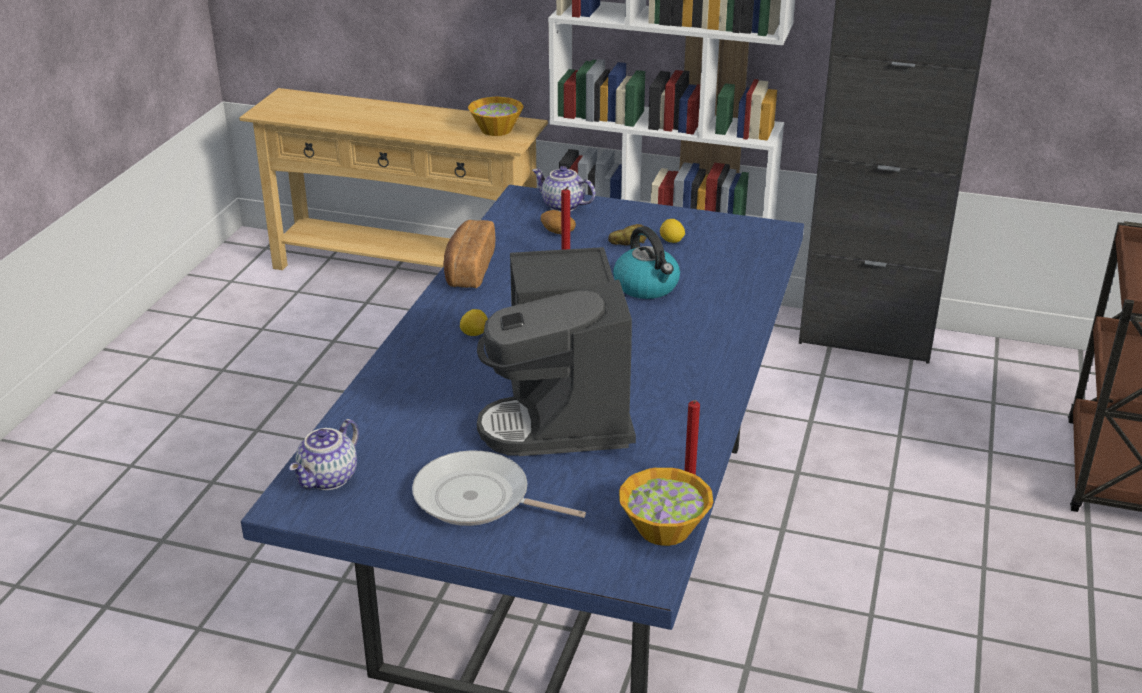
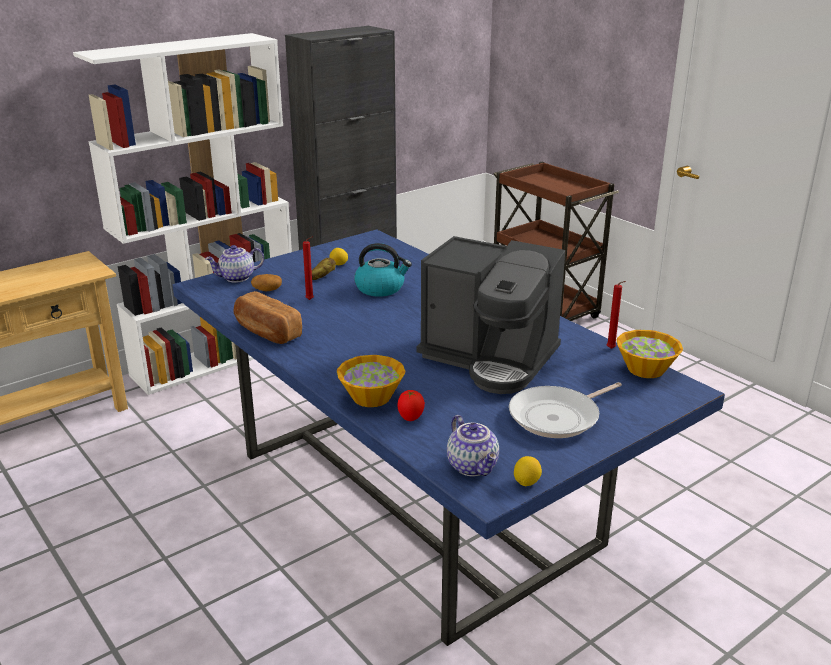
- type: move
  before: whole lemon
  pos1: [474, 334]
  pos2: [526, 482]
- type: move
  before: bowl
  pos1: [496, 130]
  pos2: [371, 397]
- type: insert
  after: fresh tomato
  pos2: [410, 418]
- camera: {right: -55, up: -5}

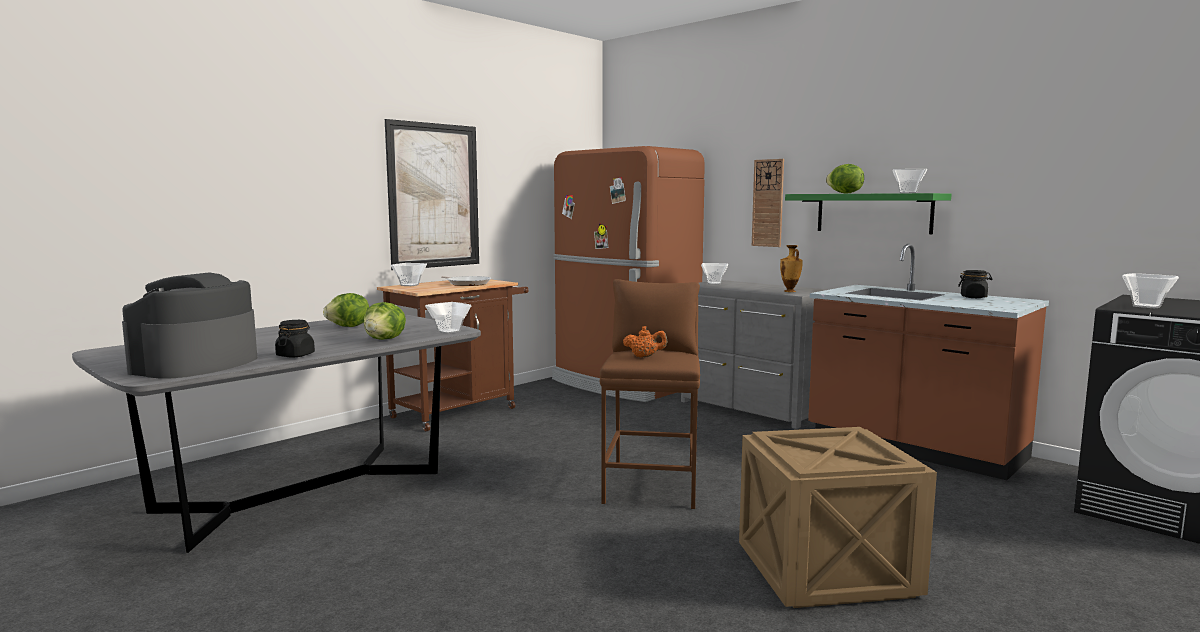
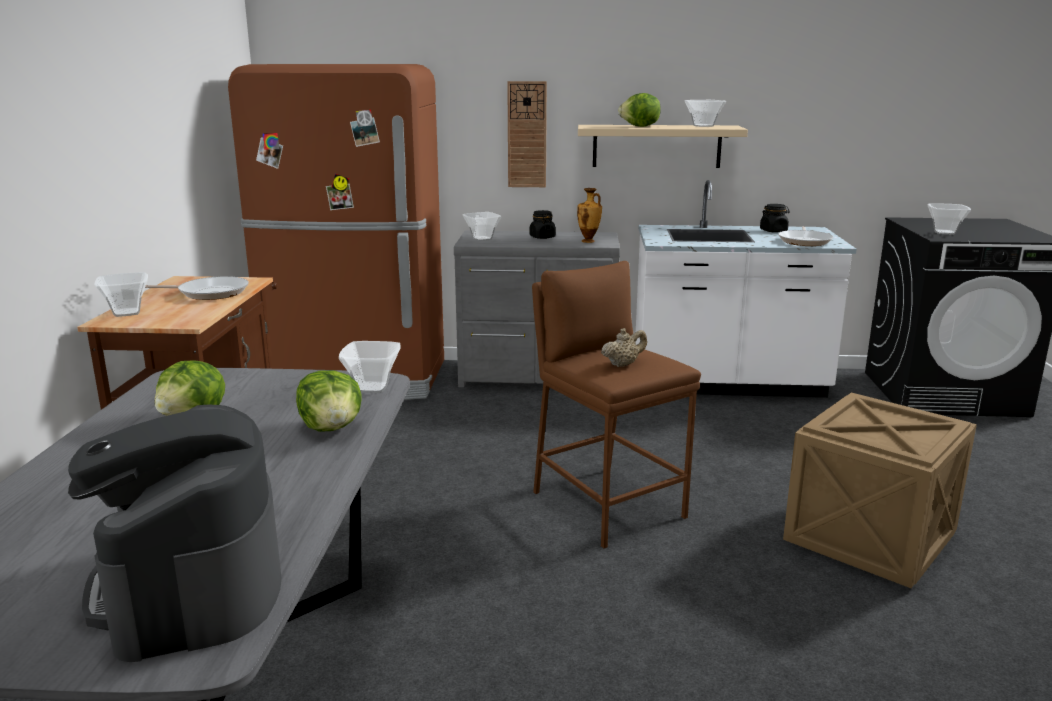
- type: move
  before: black jar
  pos1: [295, 355]
  pos2: [542, 237]
- type: delete
  before: wall picture
  pos1: [434, 196]
- type: recolor
  before: orange teapot
  after: beige-coloured teapot
  pos1: [644, 357]
  pos2: [623, 364]
- type: recolor
  before: green-coloured shelf
  after: beige-coloured shelf
  pos1: [873, 213]
  pos2: [656, 146]
- type: recolor
  before: brownish kitchen counter
  after: whitish kitchen counter
  pos1: [914, 448]
  pos2: [727, 384]
- type: insert
  after: skillet
  pos2: [805, 241]
- camera: {right: -40, up: 10}

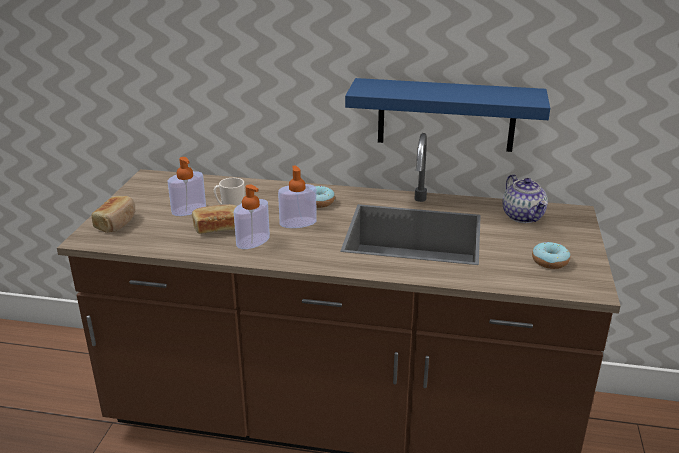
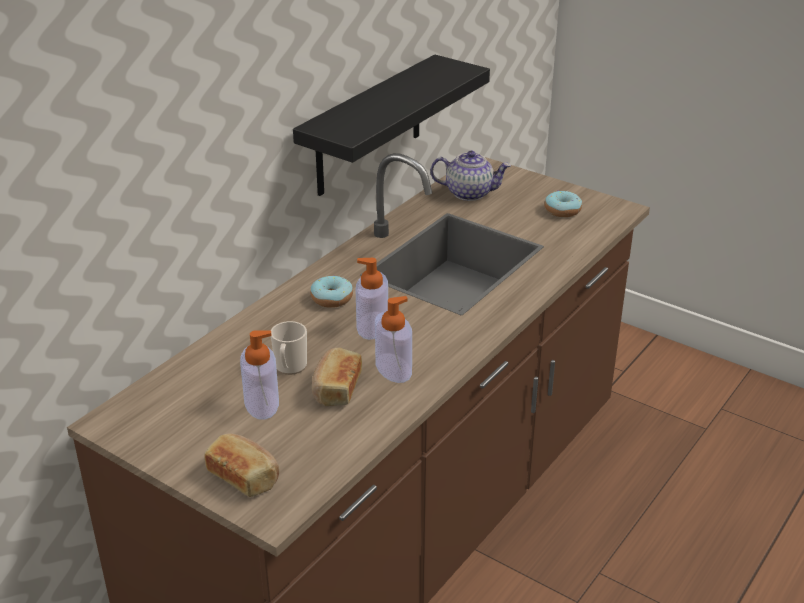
- type: recolor
  before: blue-coloured shelf
  after: black shelf
  pos1: [446, 115]
  pos2: [369, 126]
- camera: {right: -65, up: 5}

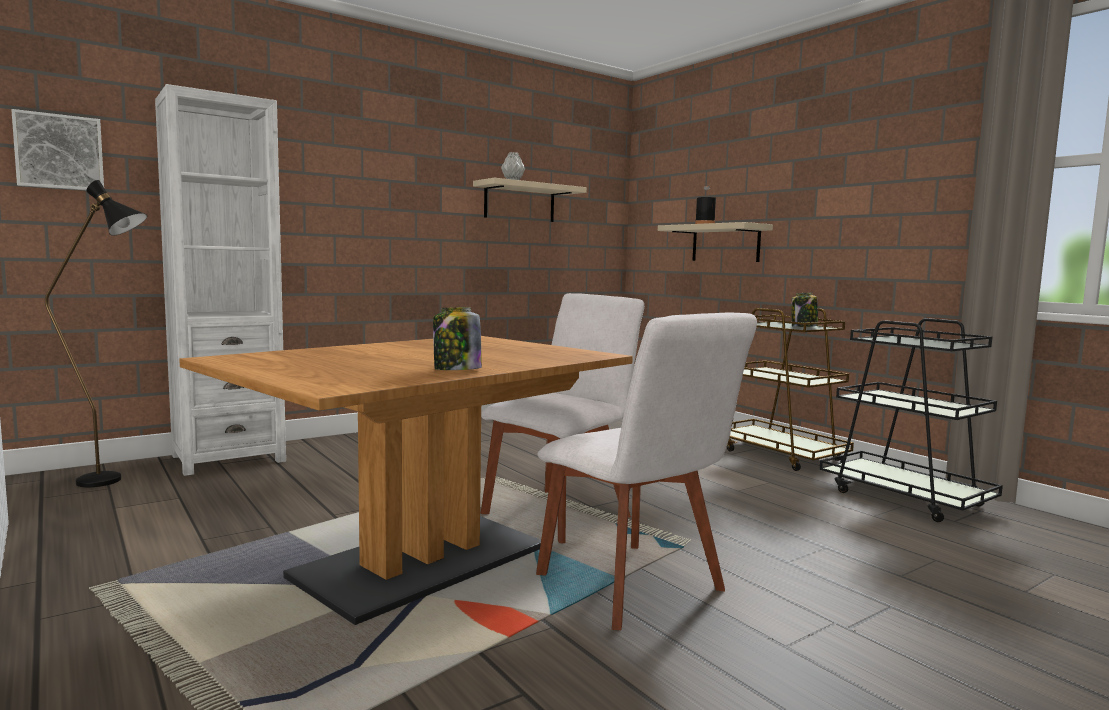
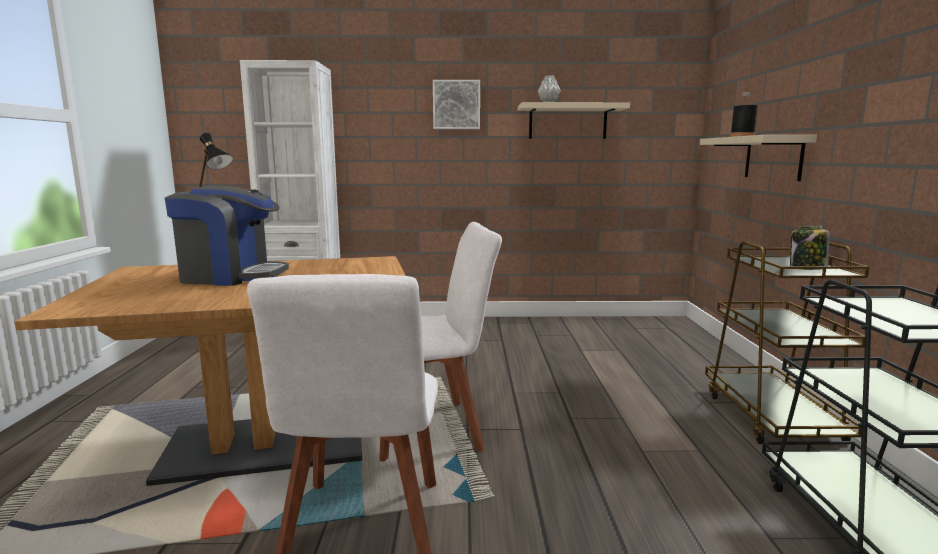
- type: move
  before: wall picture
  pos1: [59, 152]
  pos2: [456, 105]
- type: delete
  before: jar
  pos1: [456, 370]
- type: insert
  after: coffee maker
  pos2: [231, 276]
- camera: {right: 35, up: 5}

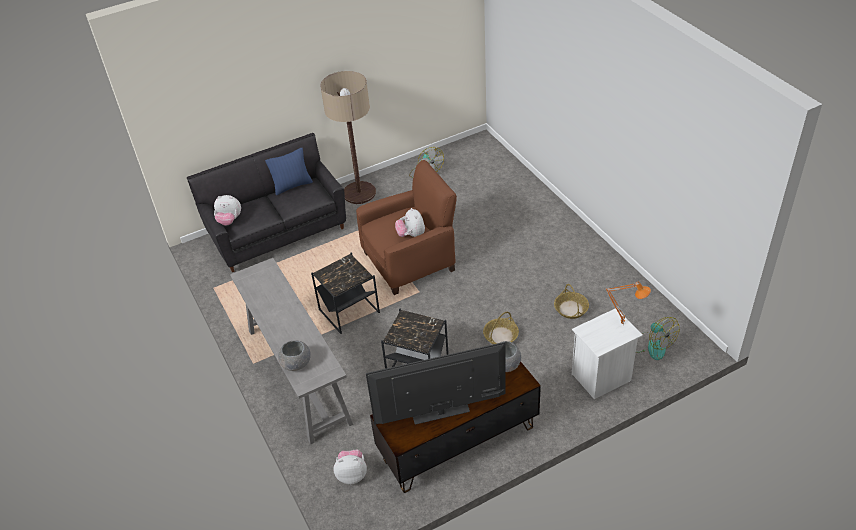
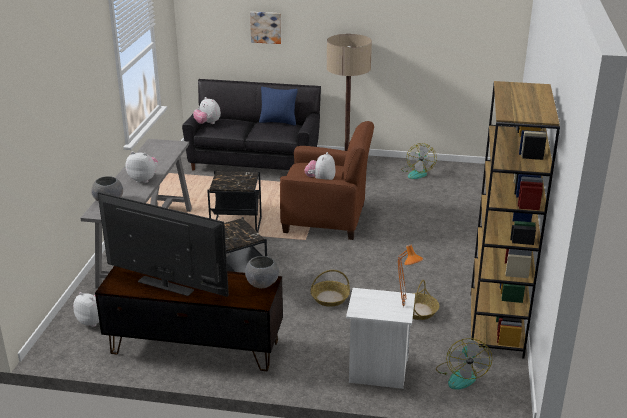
- type: insert
  after: soft toy
  pos2: [144, 179]
- type: insert
  after: wall picture
  pos2: [266, 27]
- type: insert
  after: brownish shelving unit
  pos2: [496, 325]
- camera: {right: 35, up: -15}

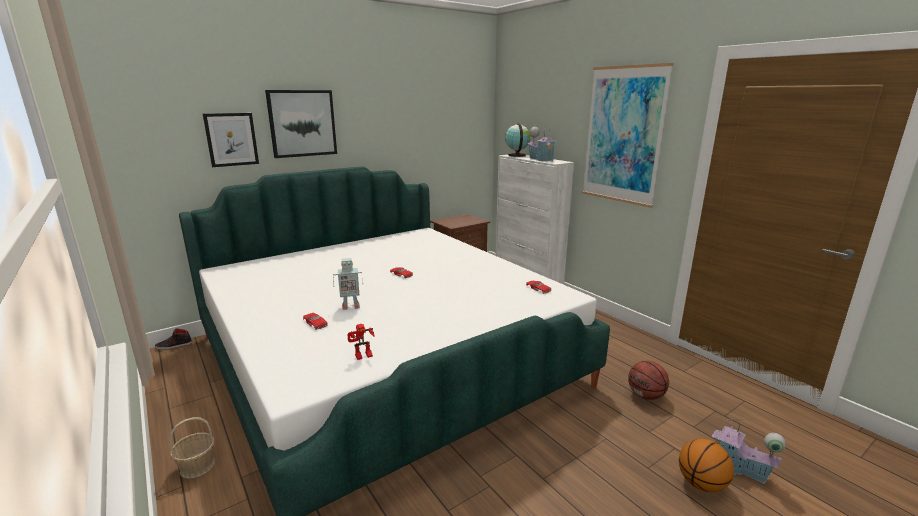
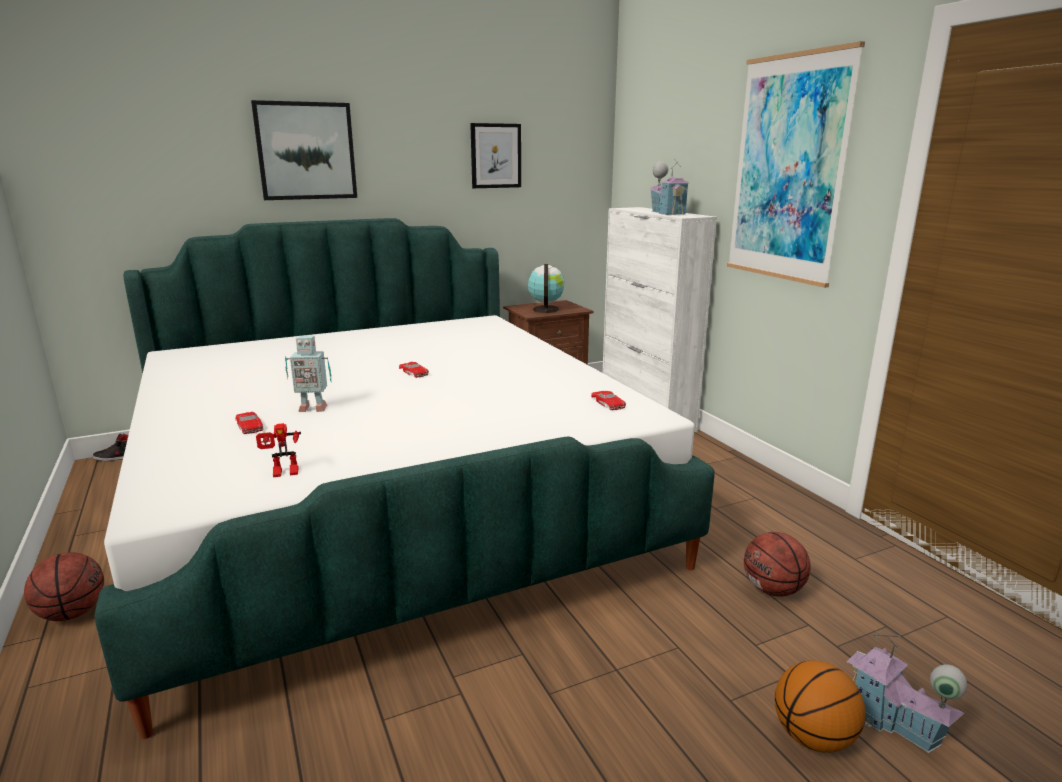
- type: replace
  before: household basket
  after: basketball ball
  pos1: [197, 466]
  pos2: [72, 613]
- type: move
  before: wall picture
  pos1: [231, 139]
  pos2: [496, 156]
- type: move
  before: desk globe
  pos1: [516, 155]
  pos2: [545, 309]
- camera: {right: 10, up: 0}

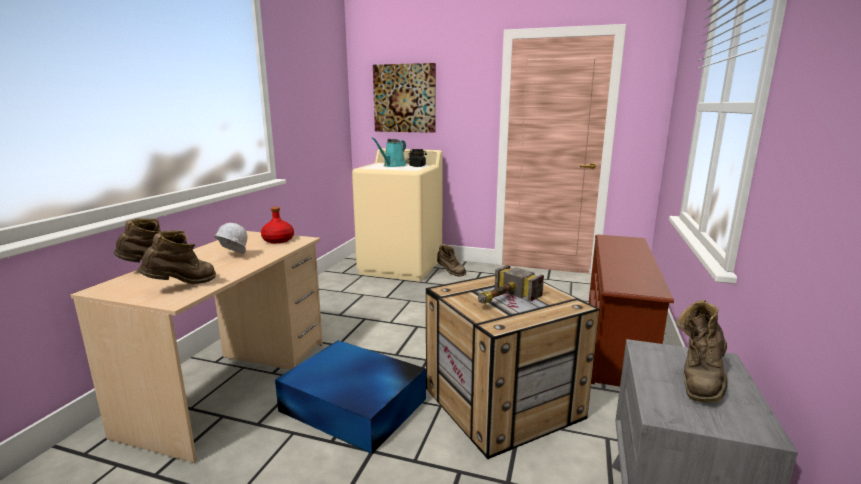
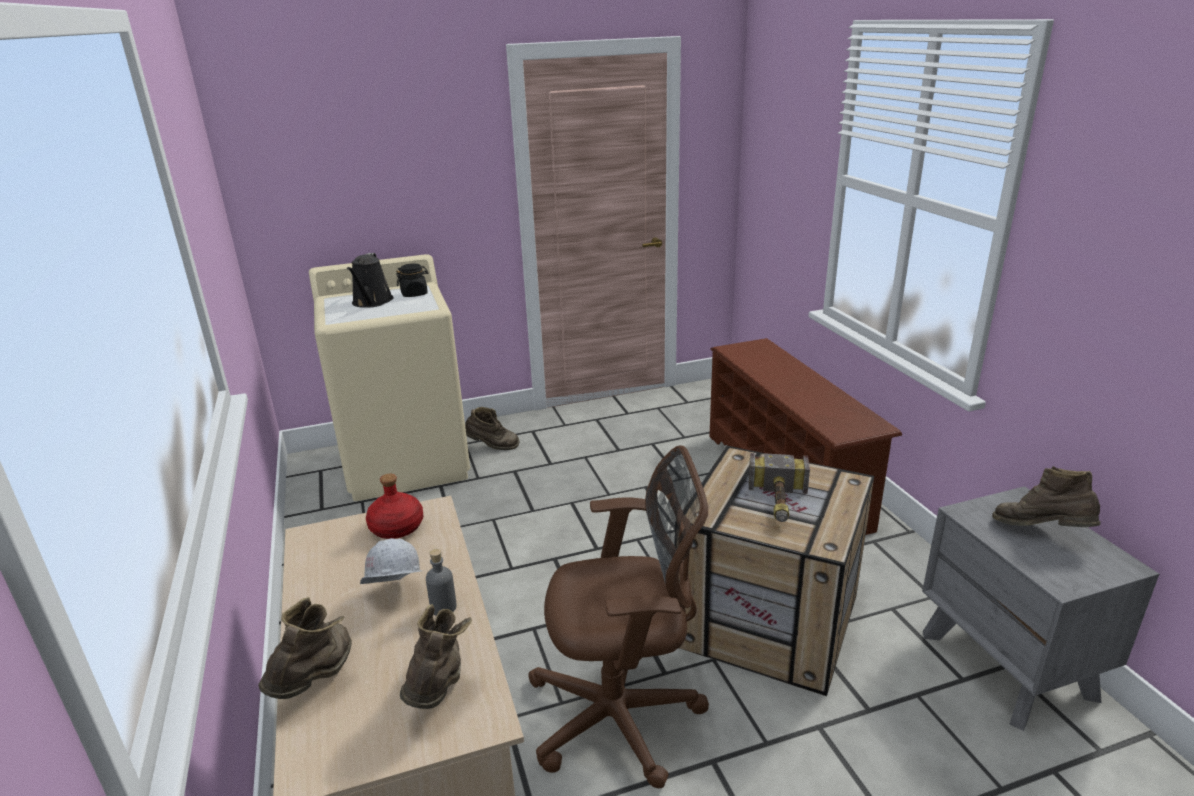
- type: replace
  before: blue-coloured storage bin
  after: brownish office chair
  pos1: [354, 406]
  pos2: [622, 717]
- type: recolor
  before: blue-green watering pot
  after: black watering pot
  pos1: [393, 166]
  pos2: [371, 302]
- type: delete
  before: wall picture
  pos1: [405, 98]
- type: rotate
  before: brownish boot
  pos1: [700, 381]
  pos2: [1040, 532]
  turn: 135
- type: insert
  after: greyish beverage bottle
  pos2: [443, 607]
- camera: {right: -35, up: 10}

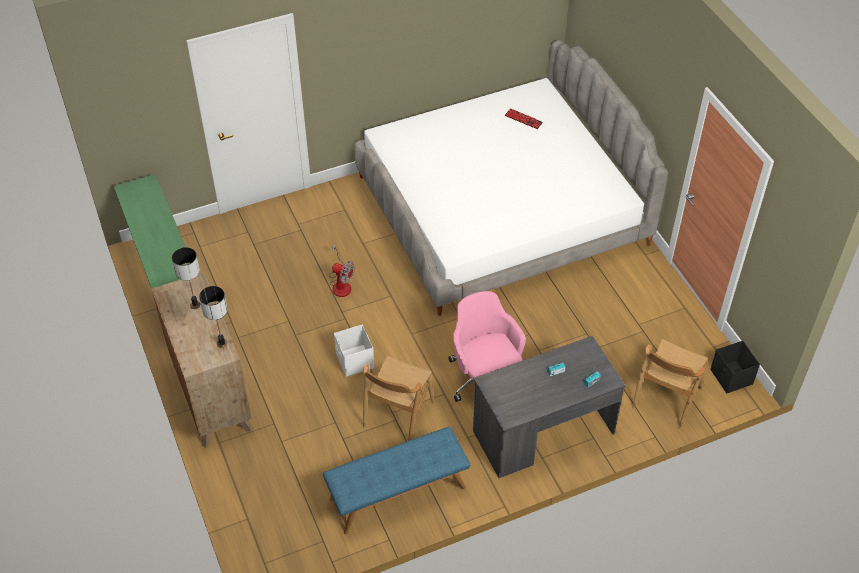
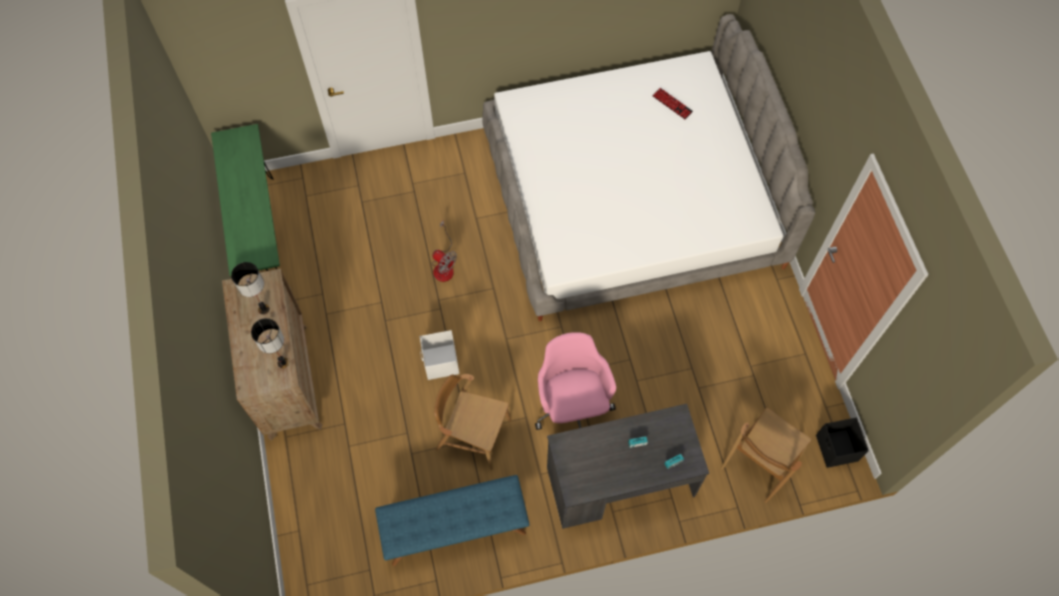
- type: rotate
  before: brownish upright chair
  pos1: [398, 414]
  pos2: [473, 434]
  turn: 75
- camera: {right: 10, up: 15}

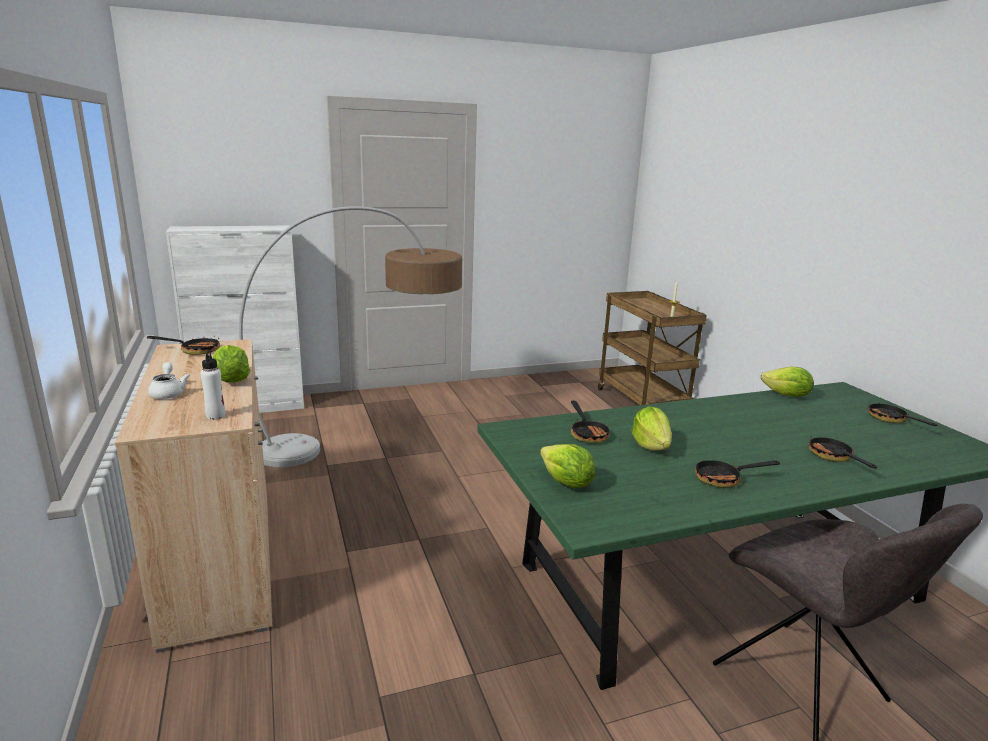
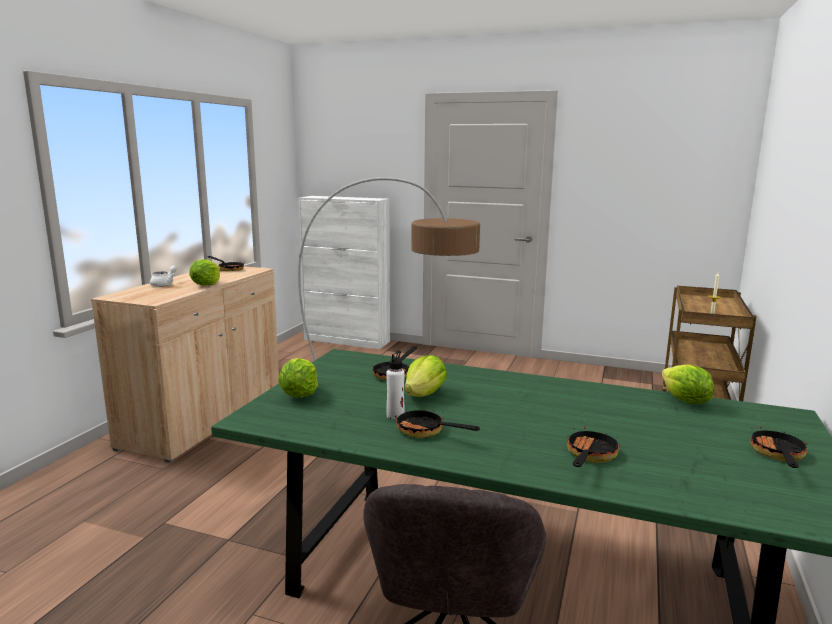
- type: move
  before: whitish beverage bottle
  pos1: [216, 416]
  pos2: [395, 415]
- camera: {right: 40, up: -5}

